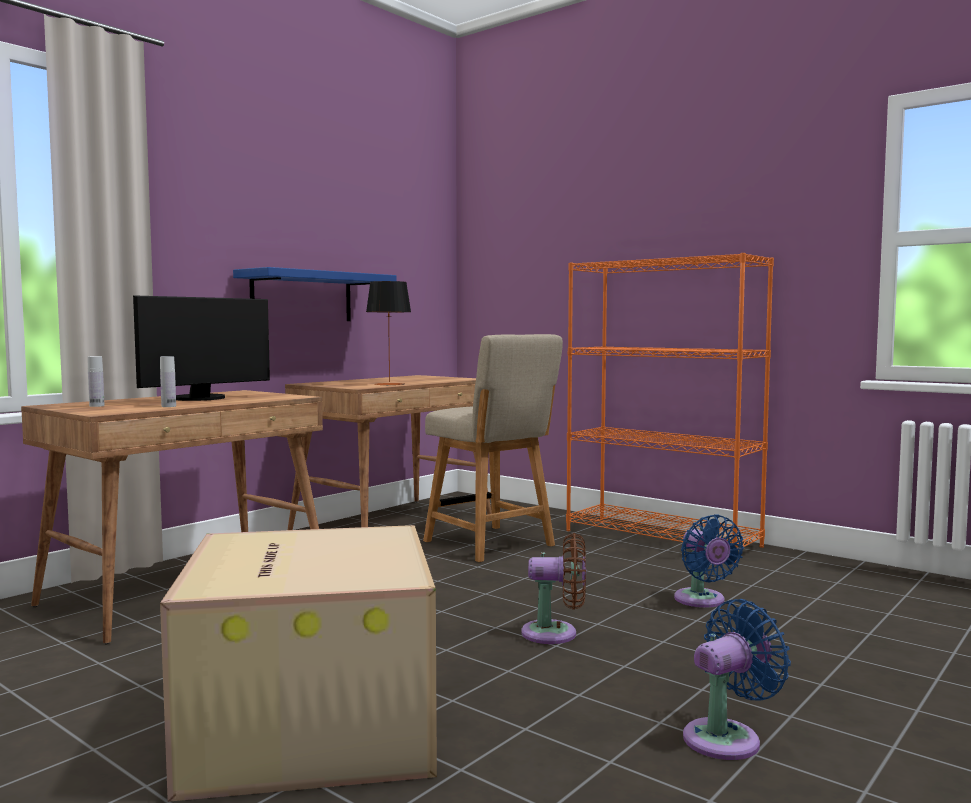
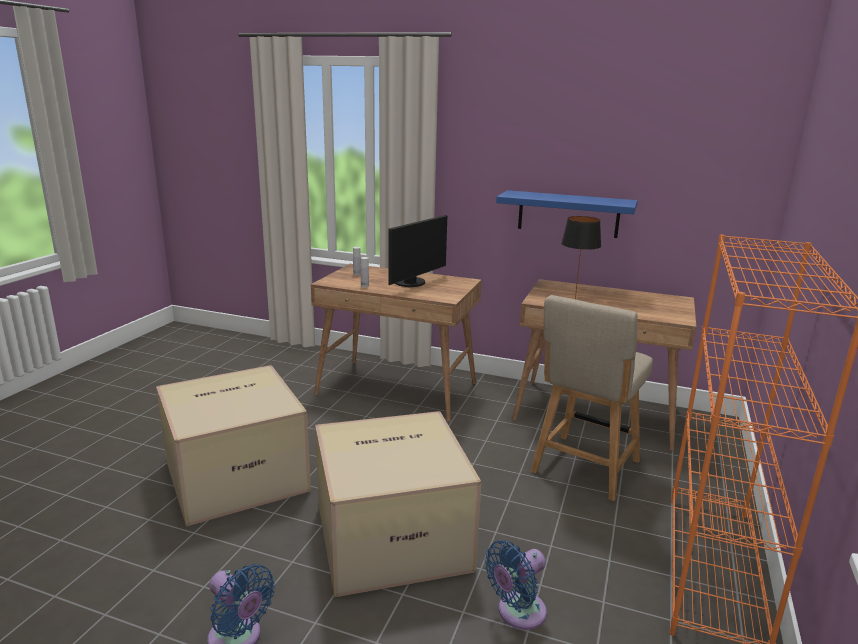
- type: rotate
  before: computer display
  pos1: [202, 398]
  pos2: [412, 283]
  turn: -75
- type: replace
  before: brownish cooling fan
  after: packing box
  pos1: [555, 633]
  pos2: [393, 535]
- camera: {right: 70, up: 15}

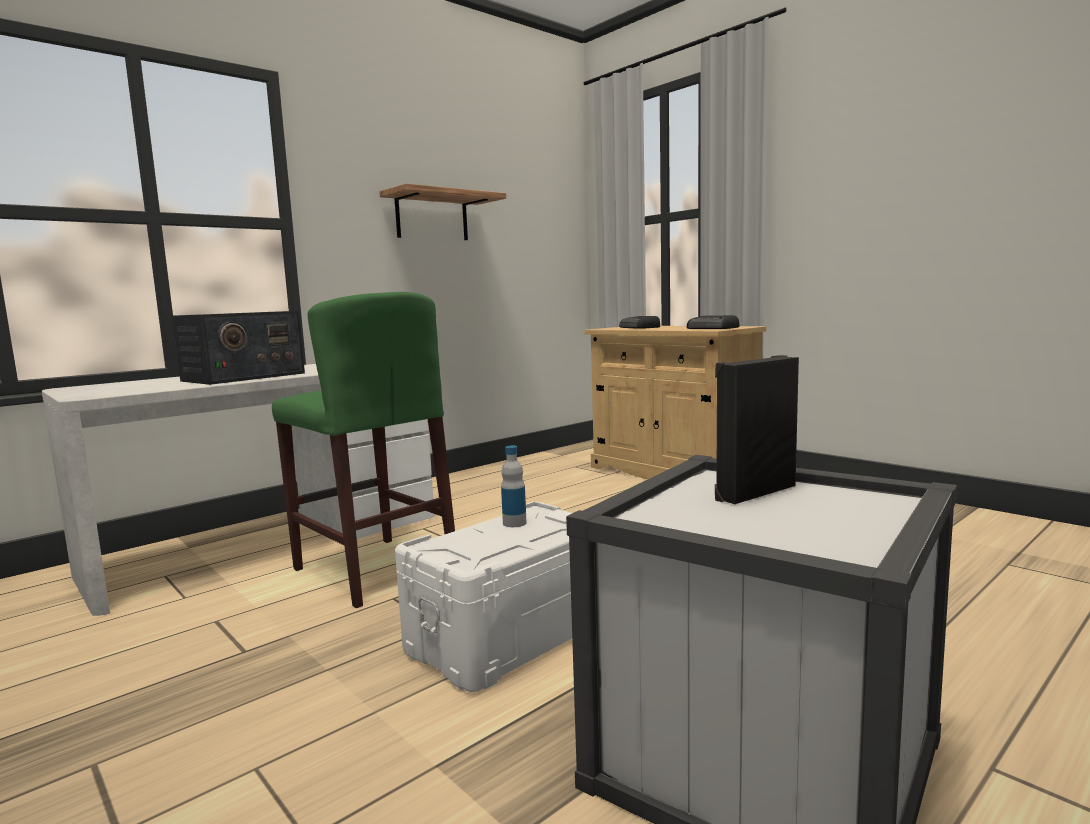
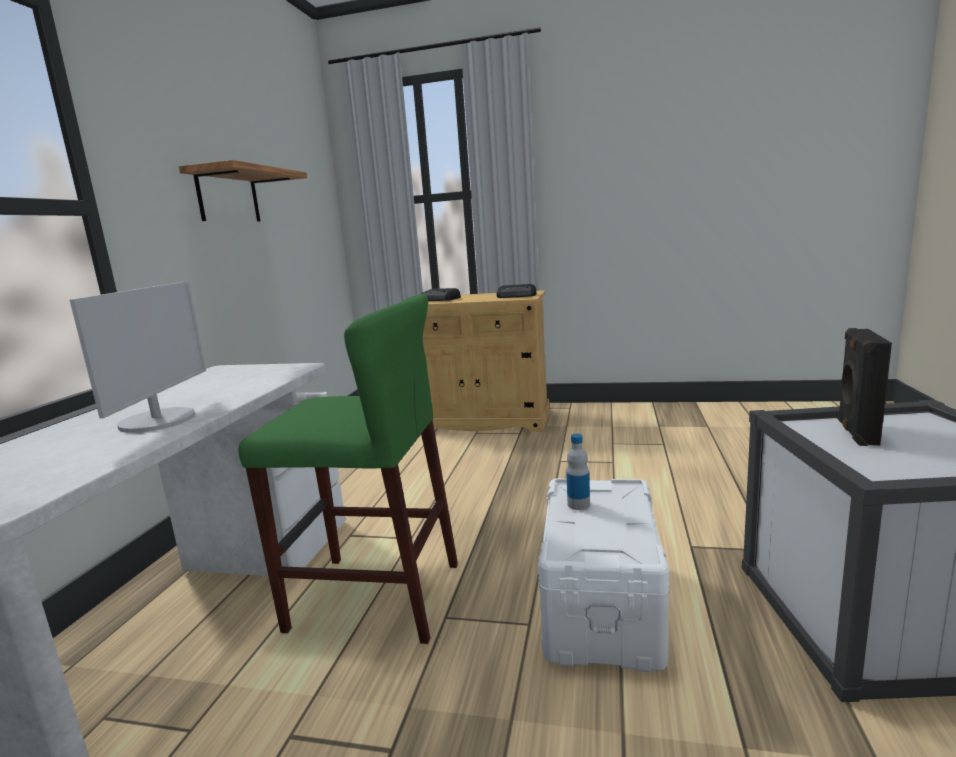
- type: replace
  before: radio
  after: computer display
  pos1: [243, 377]
  pos2: [159, 420]
- camera: {right: -35, up: 5}

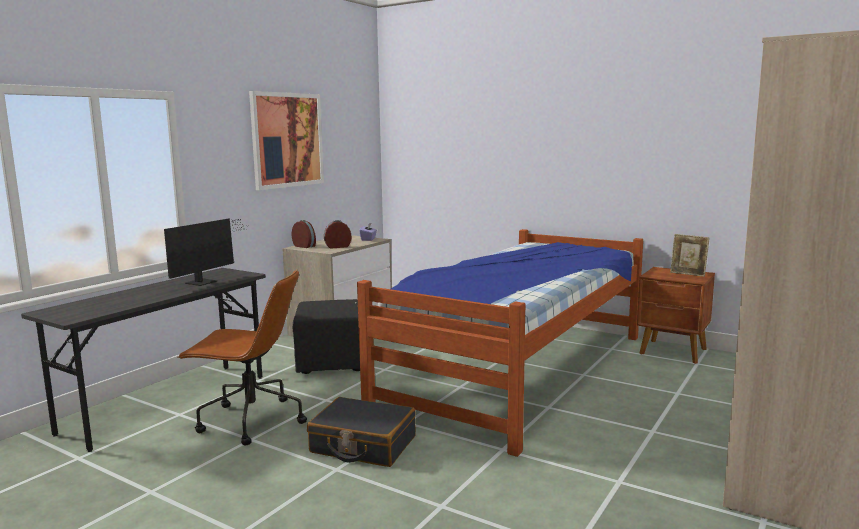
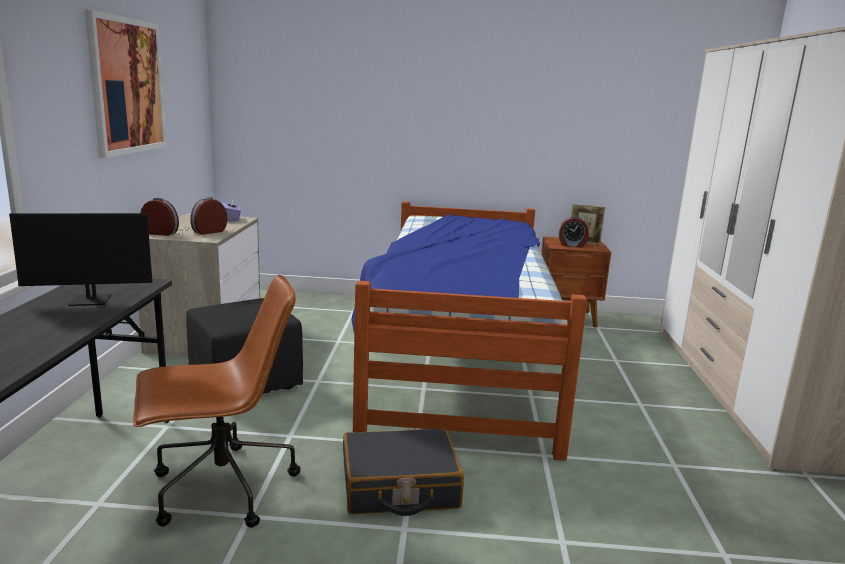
- type: rotate
  before: computer display
  pos1: [205, 281]
  pos2: [97, 300]
  turn: 75
- type: insert
  after: table clock
  pos2: [572, 245]
- camera: {right: -30, up: 5}

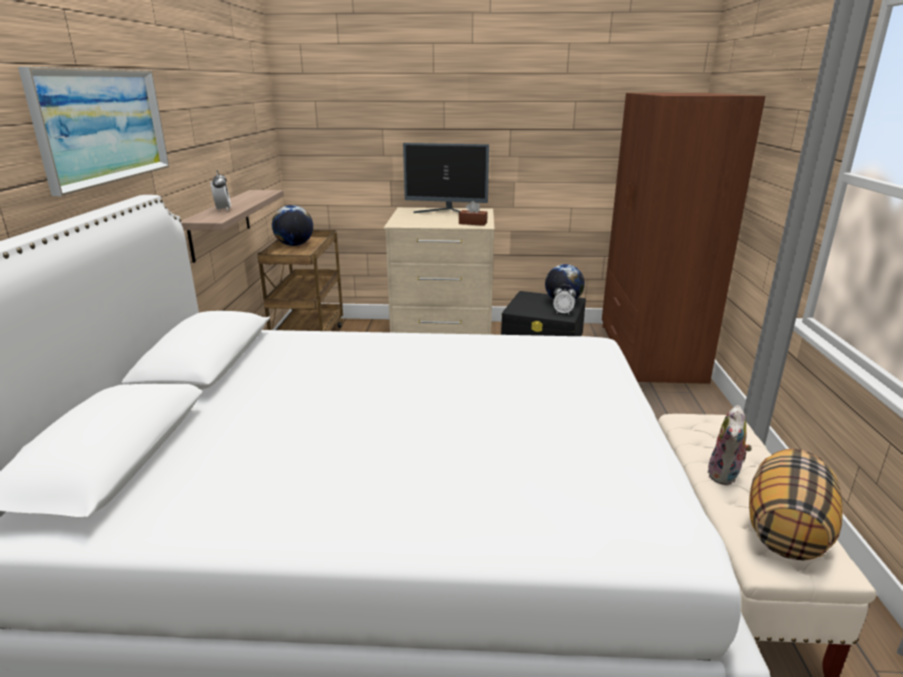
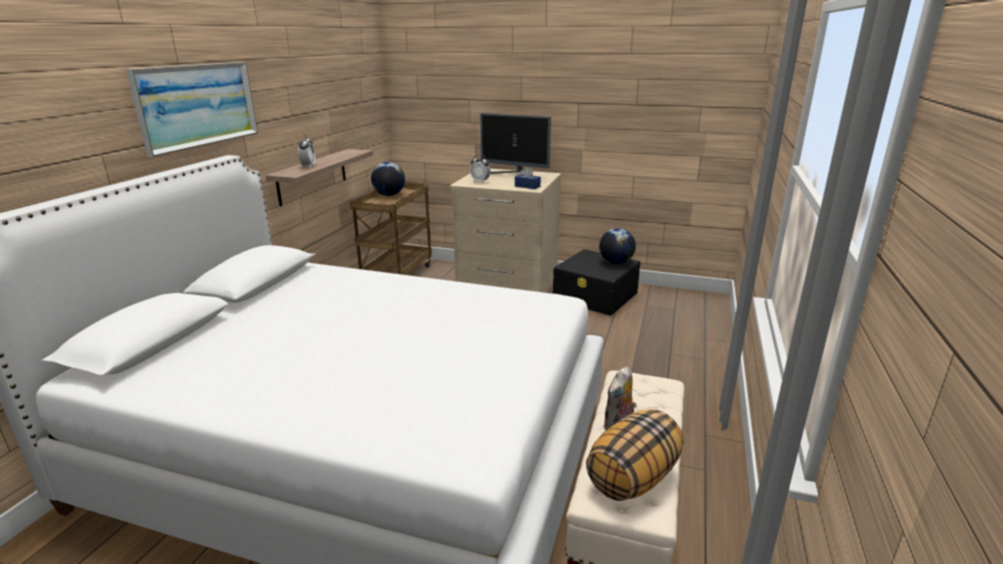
- type: recolor
  before: brownish tissue holder
  after: blue-coloured tissue holder
  pos1: [473, 223]
  pos2: [527, 186]
- type: move
  before: table clock
  pos1: [563, 313]
  pos2: [480, 181]
- type: delete
  before: brownish armoire
  pos1: [649, 352]
- camera: {right: 15, up: 0}

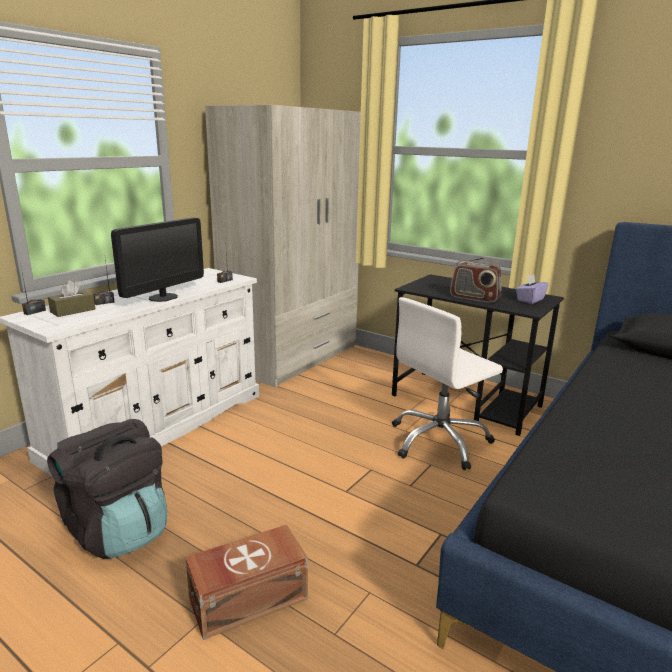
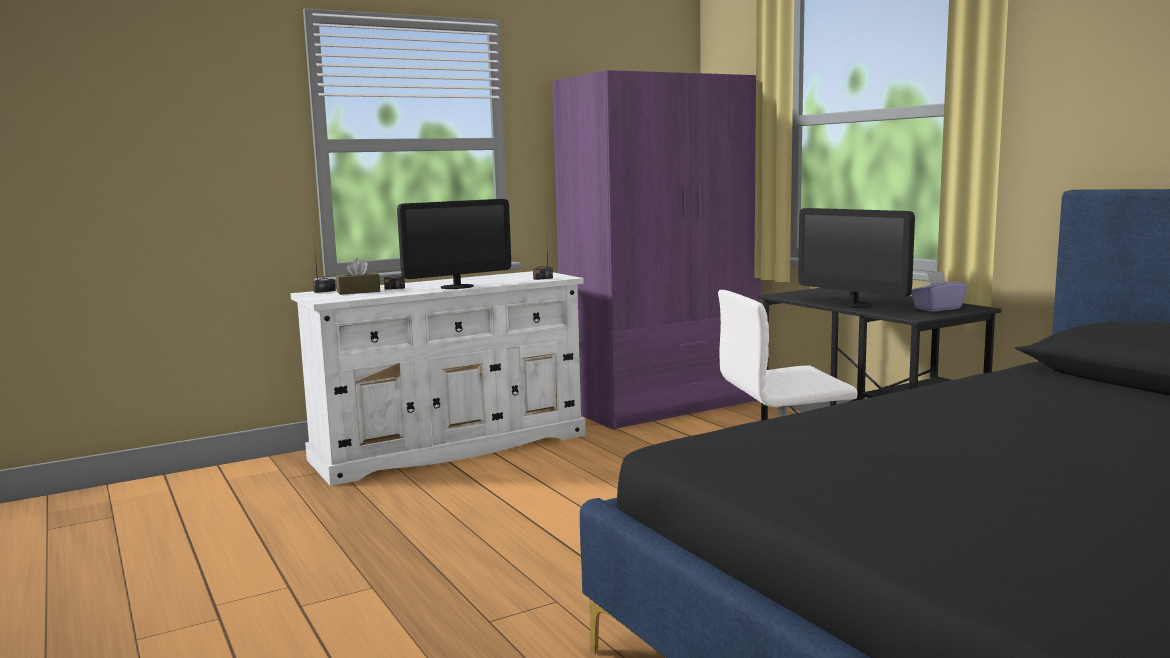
- type: delete
  before: black rucksack
  pos1: [118, 530]
- type: delete
  before: brownish storage bin
  pos1: [246, 598]
- type: recolor
  before: beige-coloured armoire
  after: purple armoire
  pos1: [292, 357]
  pos2: [663, 404]
- type: replace
  before: radio
  after: computer display
  pos1: [474, 298]
  pos2: [853, 305]
- camera: {right: 25, up: -10}

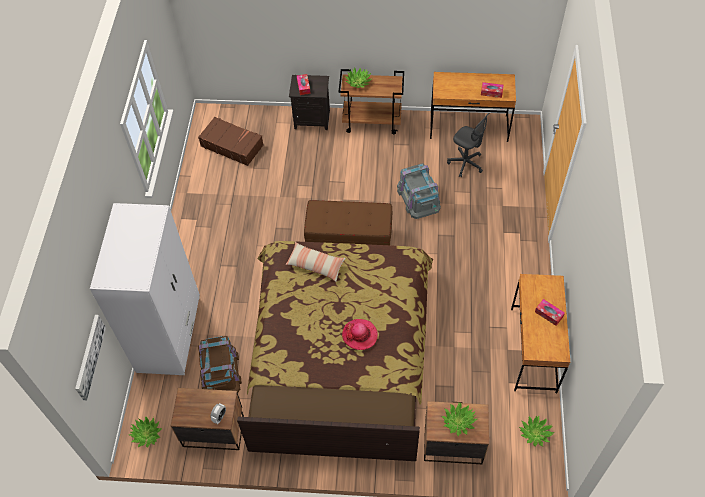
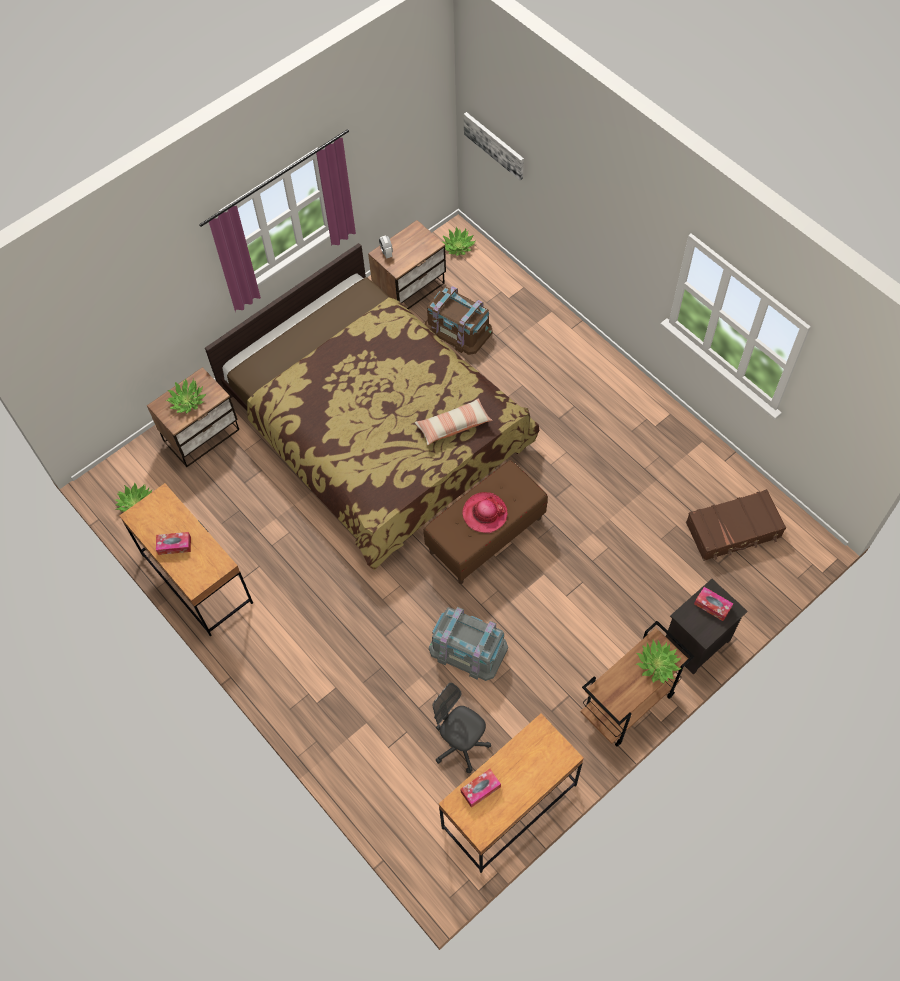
- type: delete
  before: whitish armoire
  pos1: [169, 333]
- type: move
  before: hat
  pos1: [360, 335]
  pos2: [484, 513]
- type: rotate
  before: greyish office chair
  pos1: [465, 163]
  pos2: [461, 745]
  turn: 45
- camera: {right: 135, up: 5}

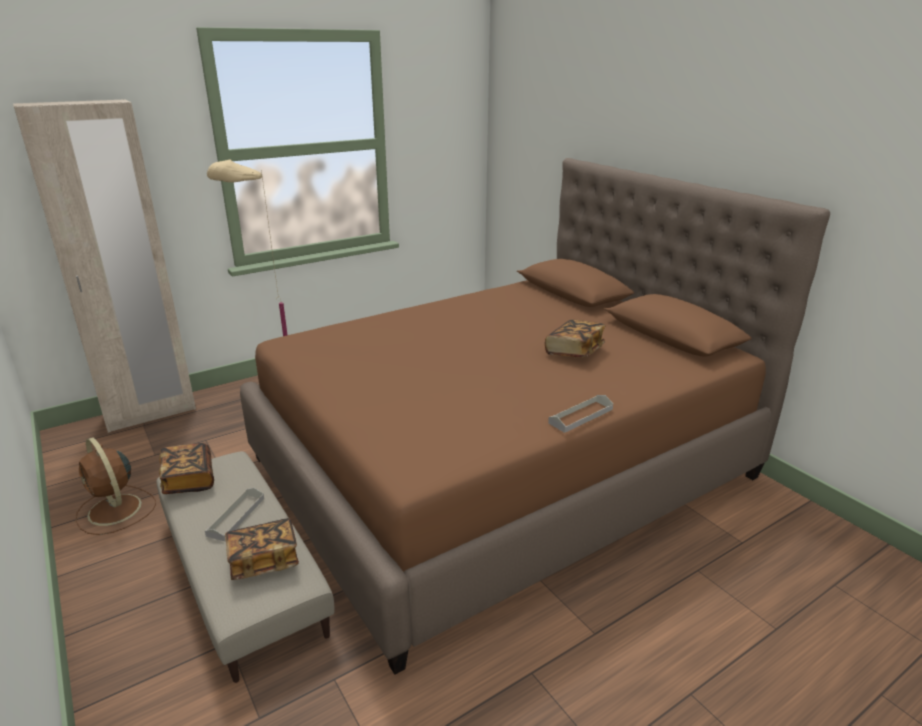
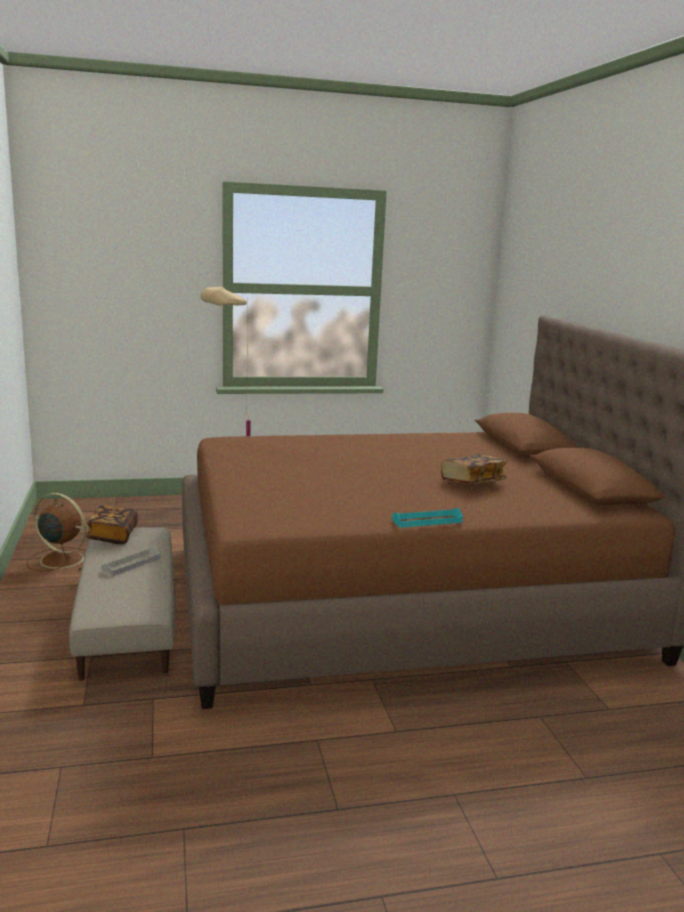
- type: delete
  before: beige-coloured armoire
  pos1: [150, 413]
- type: rotate
  before: brownish cooling fan
  pos1: [115, 511]
  pos2: [60, 559]
  turn: 135
- type: delete
  before: book
  pos1: [264, 560]
- type: recolor
  before: greyish tray
  after: blue-green tray
  pos1: [581, 416]
  pos2: [427, 521]
- camera: {right: 20, up: -10}

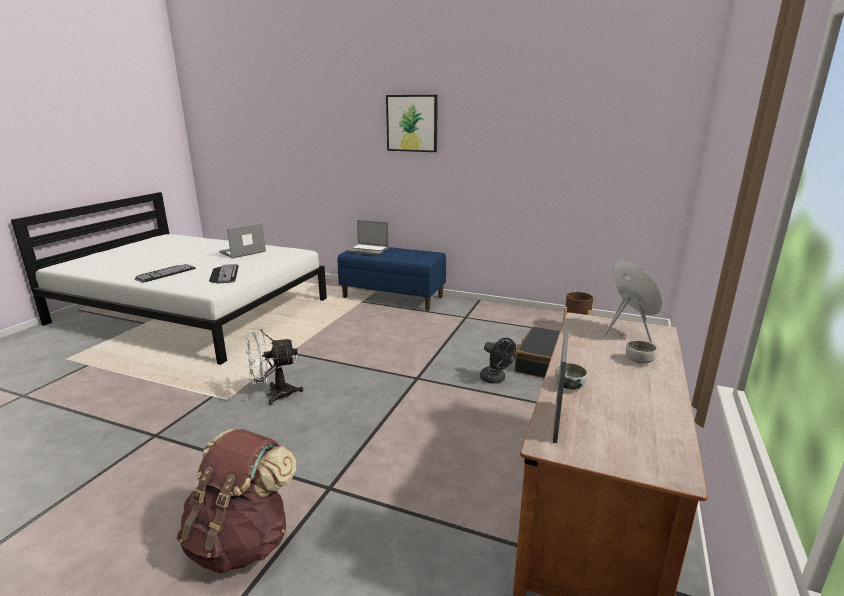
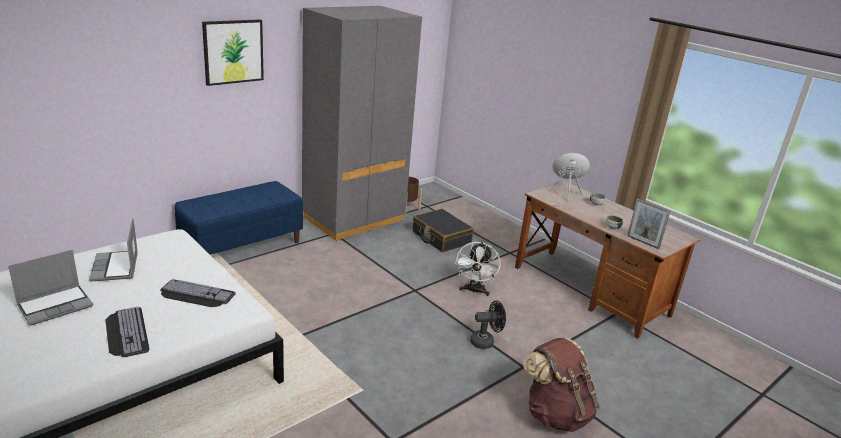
- type: move
  before: whitish cooling fan
  pos1: [274, 394]
  pos2: [474, 291]
- type: move
  before: portable computer
  pos1: [369, 250]
  pos2: [56, 305]
- type: move
  before: black cooling fan
  pos1: [495, 379]
  pos2: [485, 341]
- type: insert
  after: greyish armoire
  pos2: [353, 219]
- camera: {right: -65, up: 5}

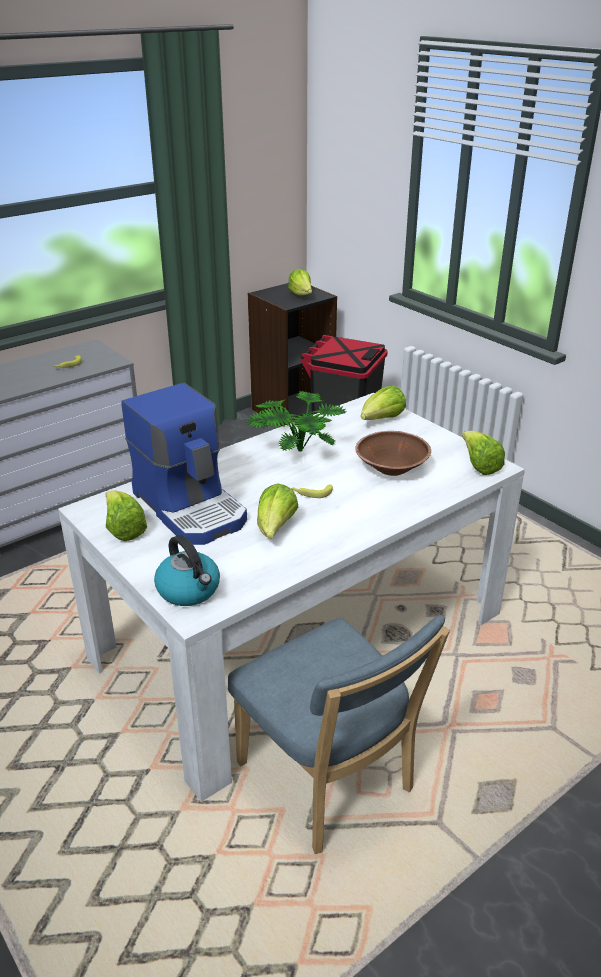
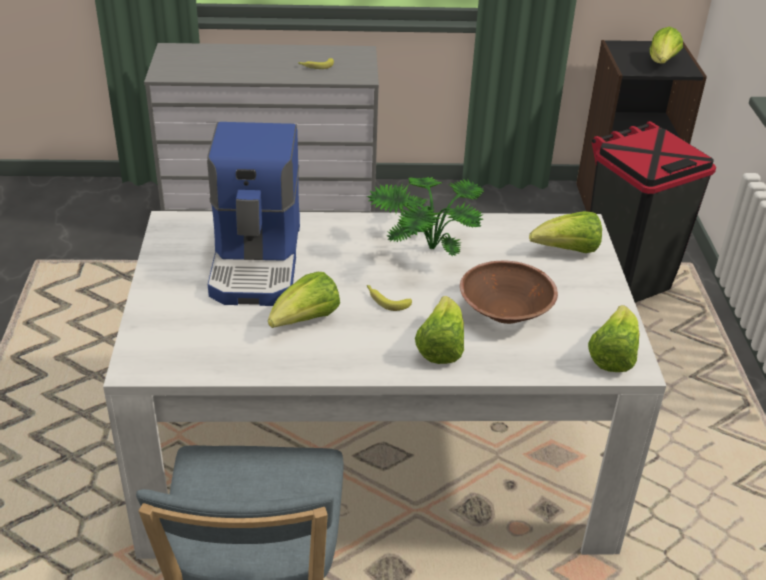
- type: move
  before: lettuce
  pos1: [124, 529]
  pos2: [440, 347]
- type: delete
  before: water kettle
  pos1: [189, 590]
- camera: {right: 35, up: 5}

